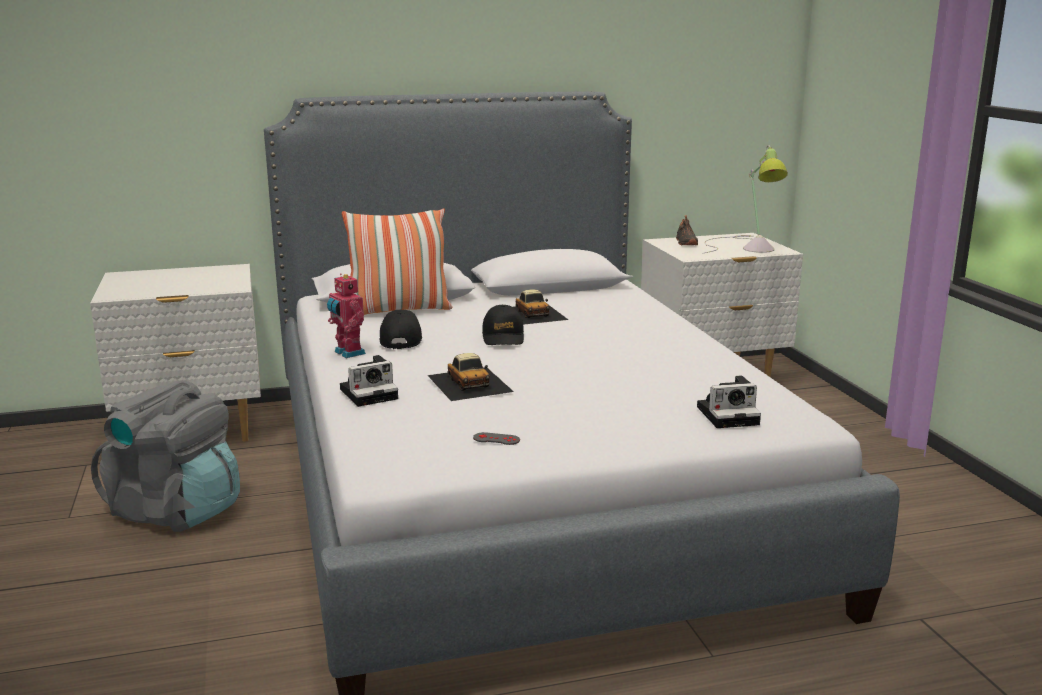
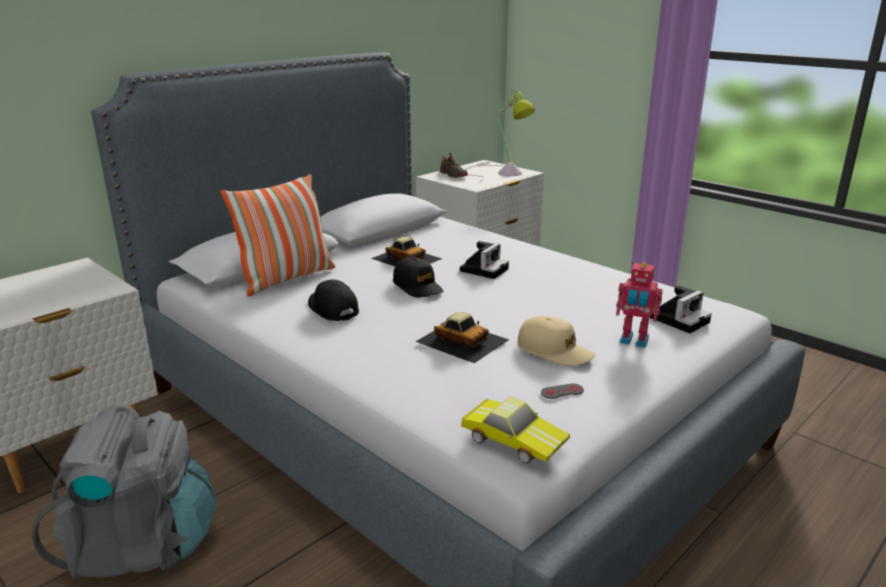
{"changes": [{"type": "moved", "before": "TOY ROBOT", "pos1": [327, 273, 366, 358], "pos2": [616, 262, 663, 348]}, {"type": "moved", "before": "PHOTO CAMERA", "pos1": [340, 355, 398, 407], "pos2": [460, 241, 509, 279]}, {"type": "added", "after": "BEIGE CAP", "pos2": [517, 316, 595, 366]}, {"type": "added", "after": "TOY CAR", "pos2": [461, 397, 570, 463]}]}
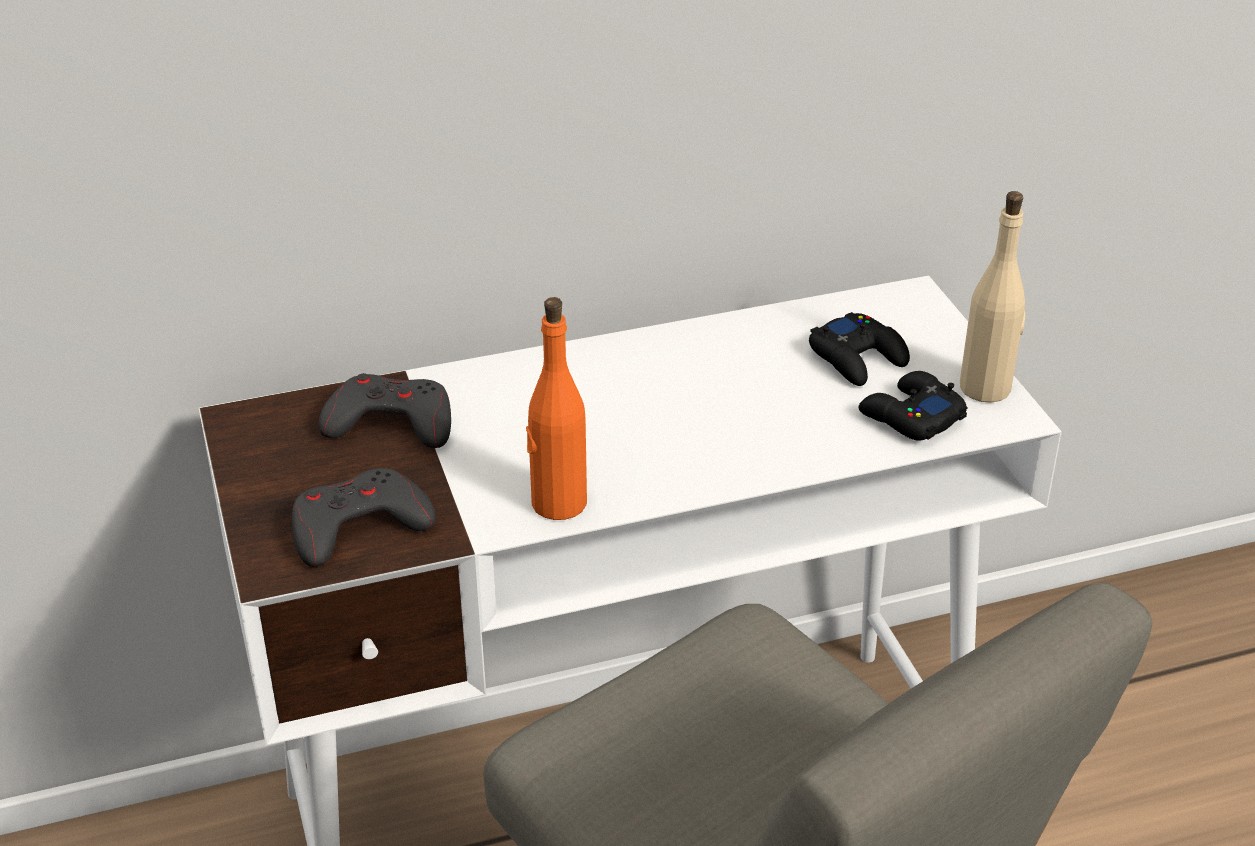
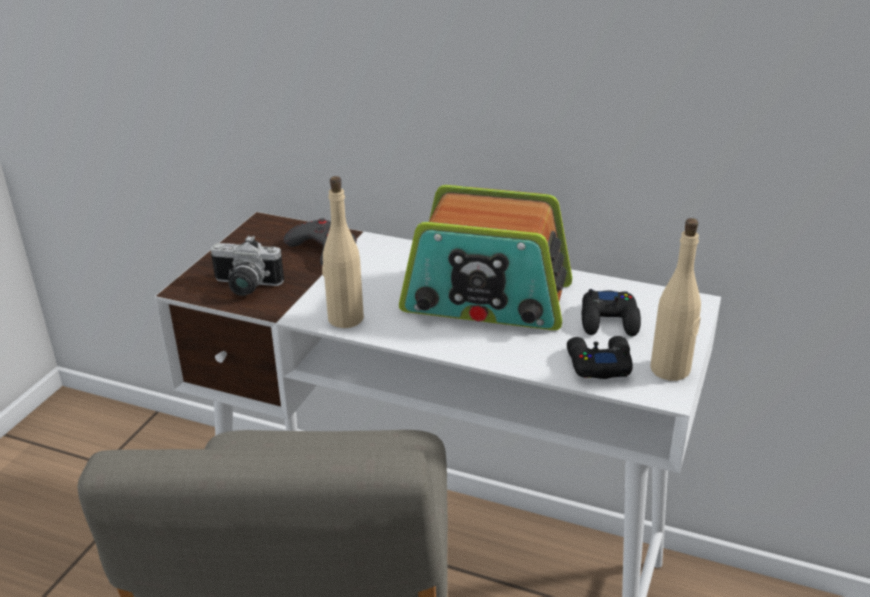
{"changes": [{"type": "recoloured", "before": "ORANGE BOTTLE", "after": "BEIGE BOTTLE", "pos1": [526, 297, 587, 520], "pos2": [322, 176, 364, 328]}, {"type": "replaced", "before": "GREY GAME CONTROLLER", "after": "PHOTO CAMERA", "pos1": [292, 468, 436, 567], "pos2": [211, 235, 284, 296]}, {"type": "added", "after": "RADIO", "pos2": [399, 185, 572, 330]}]}
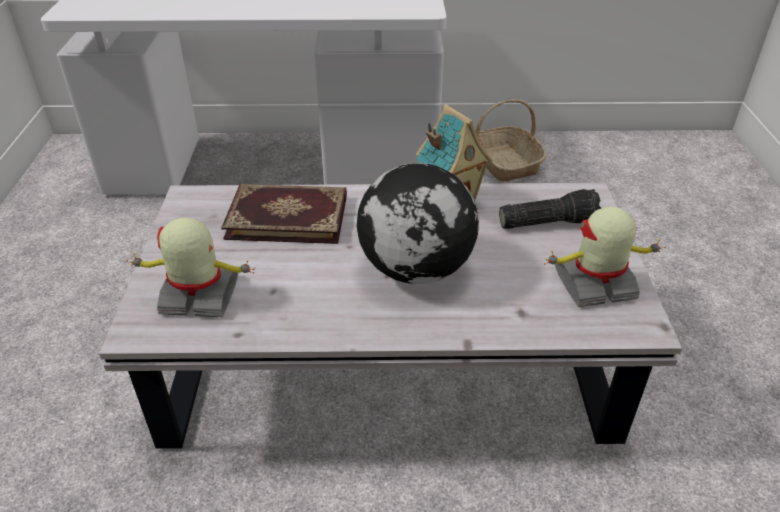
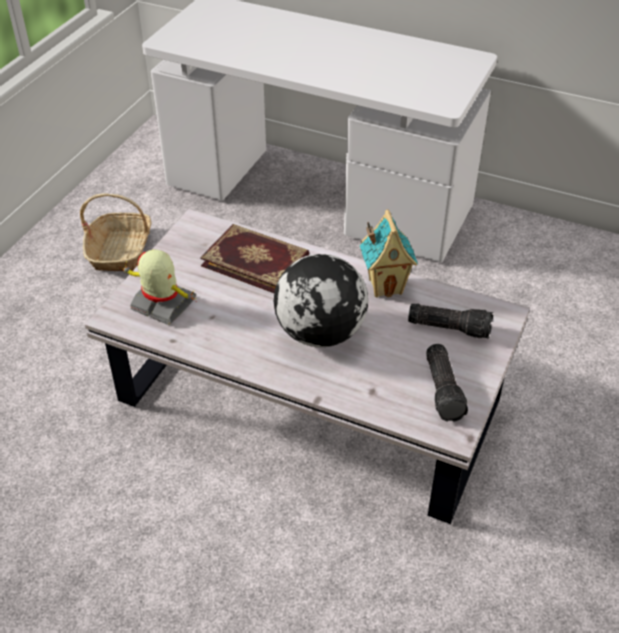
{"changes": [{"type": "moved", "before": "BASKET", "pos1": [476, 99, 547, 182], "pos2": [80, 194, 152, 271]}, {"type": "replaced", "before": "TOY ROBOT", "after": "FLASHLIGHT", "pos1": [543, 207, 666, 307], "pos2": [427, 344, 468, 422]}]}
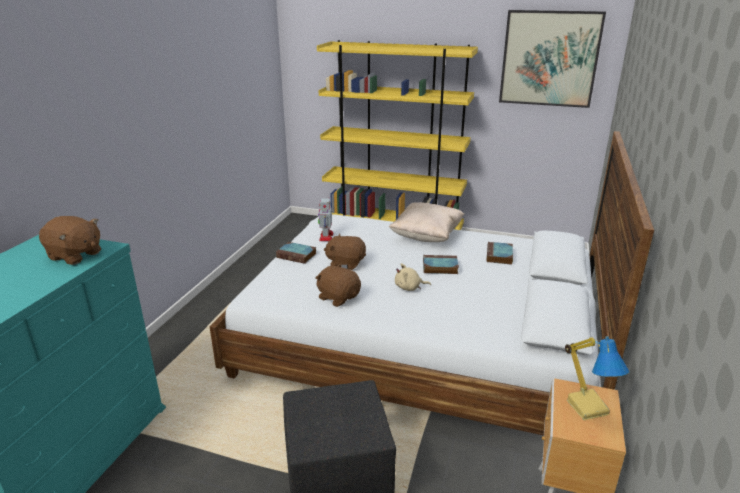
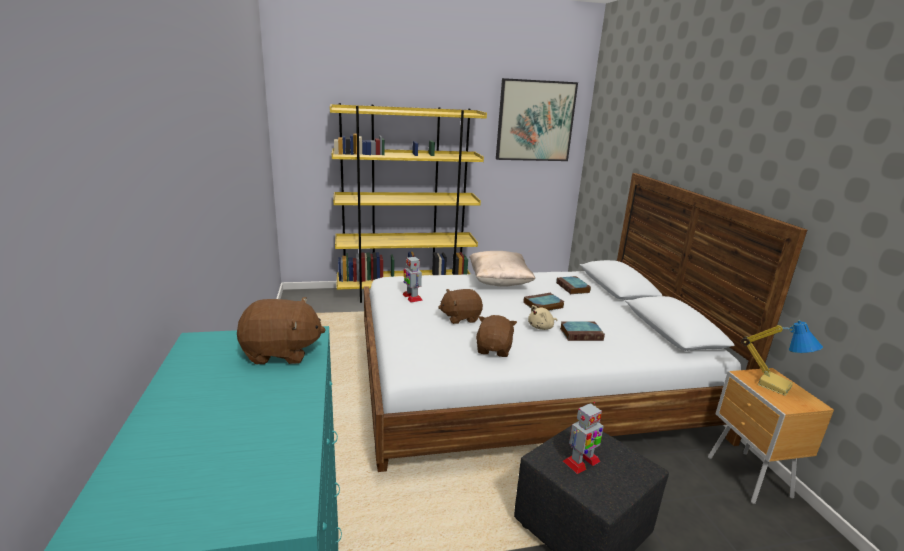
{"changes": [{"type": "moved", "before": "BOOK", "pos1": [276, 242, 317, 264], "pos2": [560, 321, 605, 341]}, {"type": "turned", "before": "BROWN PLUSH TOY", "pos1": [315, 264, 361, 307], "pos2": [476, 315, 517, 357], "turn": 90}, {"type": "added", "after": "TOY ROBOT", "pos2": [563, 402, 604, 474]}]}
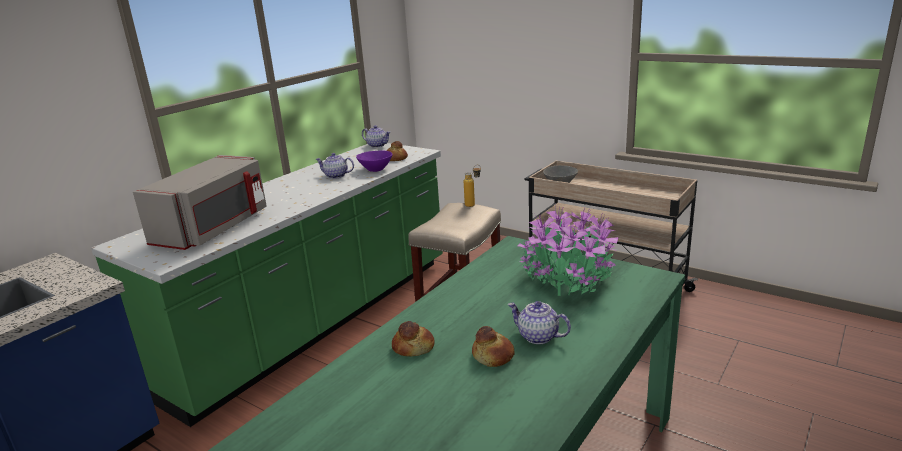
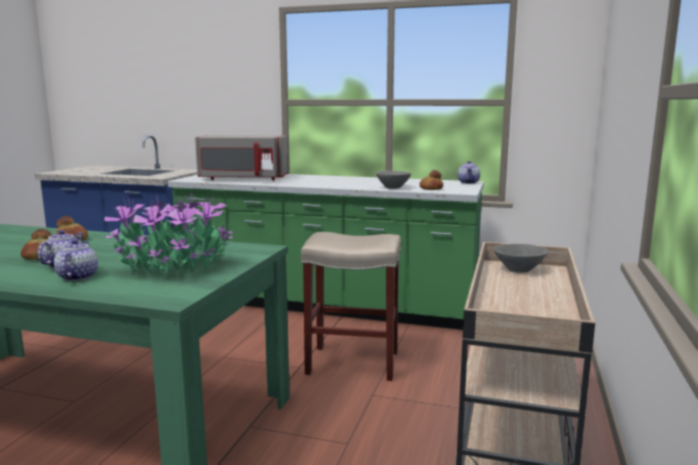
{"changes": [{"type": "recoloured", "before": "PURPLE BOWL", "after": "GREY BOWL", "pos1": [356, 150, 392, 172], "pos2": [376, 171, 411, 189]}, {"type": "moved", "before": "TEAPOT", "pos1": [315, 153, 354, 179], "pos2": [54, 239, 98, 281]}, {"type": "removed", "before": "BOTTLE", "pos1": [464, 165, 481, 207]}]}
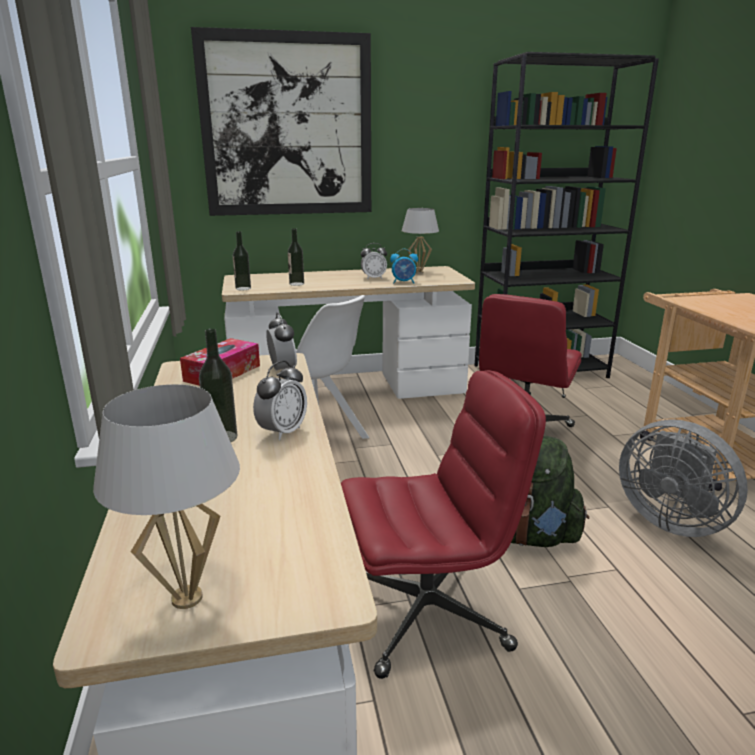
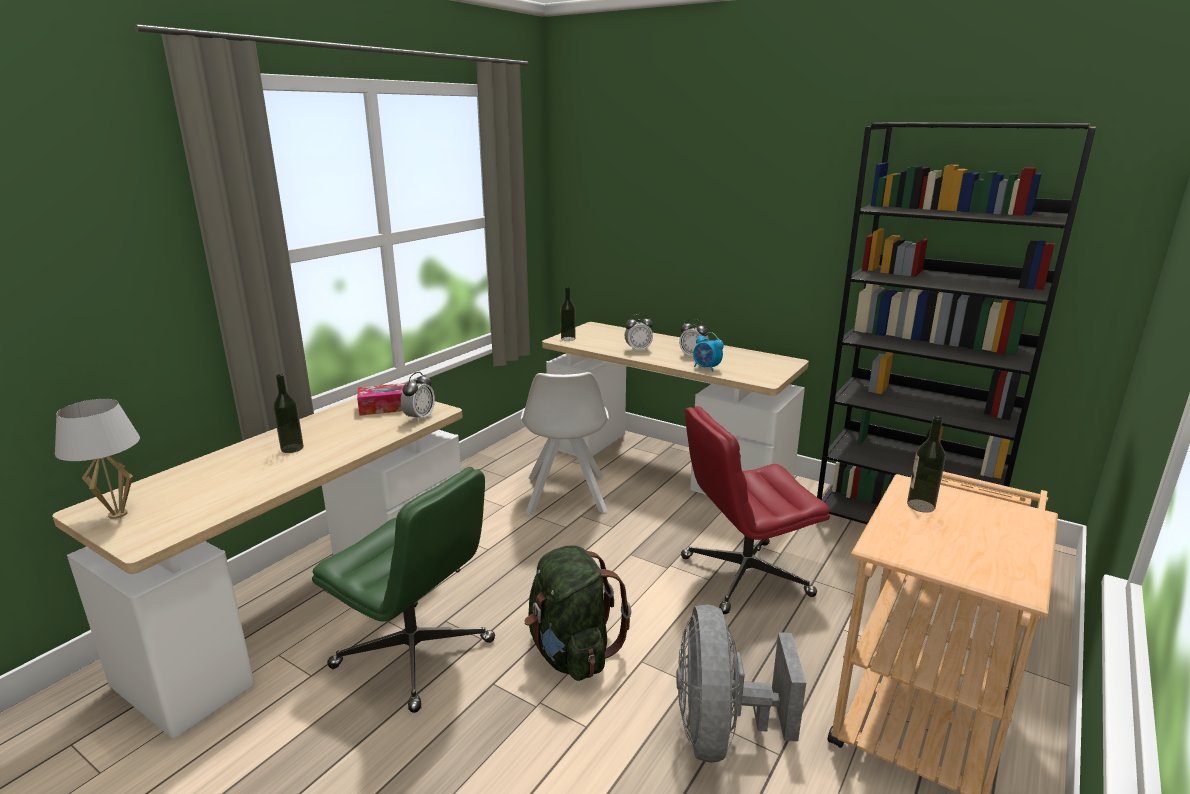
{"changes": [{"type": "removed", "before": "PICTURE", "pos1": [191, 27, 371, 216]}, {"type": "removed", "before": "WHITE TABLE LAMP", "pos1": [402, 208, 439, 274]}, {"type": "moved", "before": "BOTTLE", "pos1": [288, 228, 304, 286], "pos2": [907, 416, 946, 513]}, {"type": "moved", "before": "ALARM CLOCK", "pos1": [253, 361, 307, 440], "pos2": [624, 314, 653, 352]}, {"type": "recoloured", "before": "RED OFFICE CHAIR", "after": "GREEN OFFICE CHAIR", "pos1": [341, 370, 546, 679], "pos2": [312, 467, 495, 713]}]}
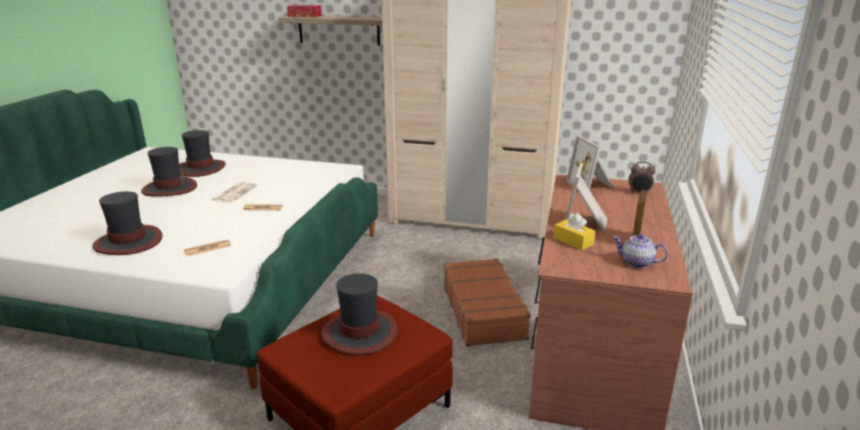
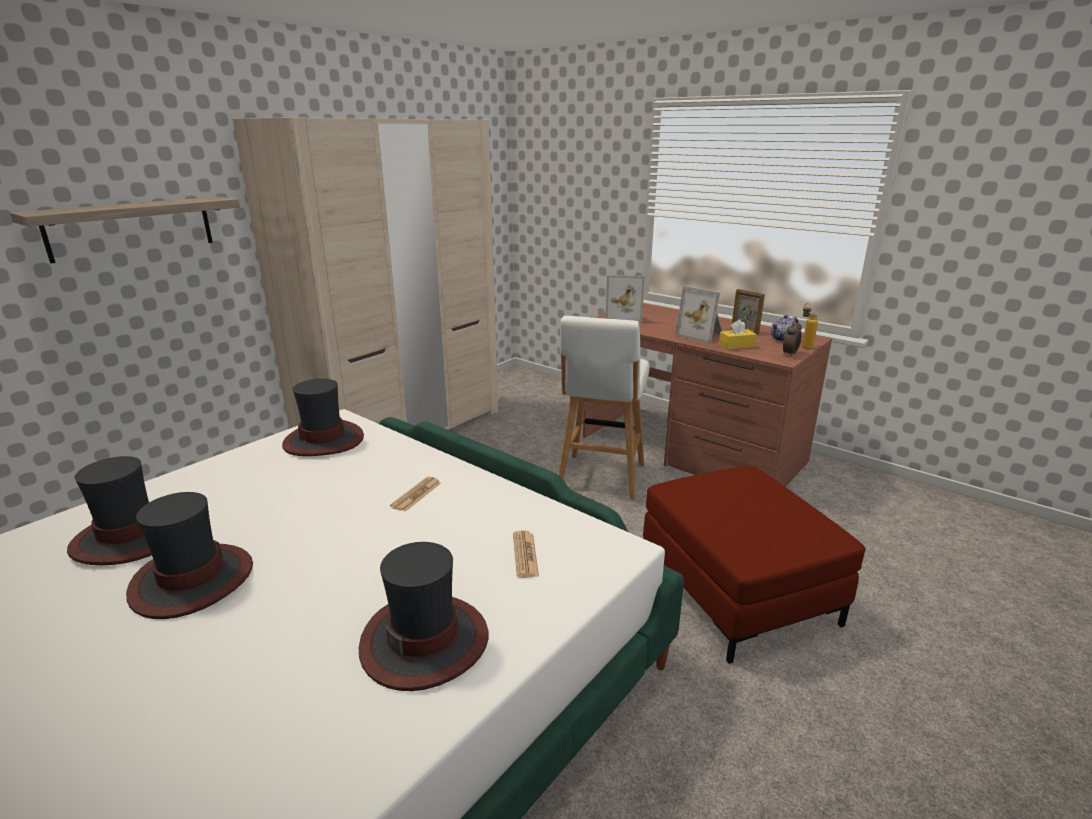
{"changes": [{"type": "removed", "before": "TISSUE BOX", "pos1": [287, 5, 322, 17]}, {"type": "moved", "before": "ALARM CLOCK", "pos1": [629, 162, 655, 193], "pos2": [783, 319, 802, 357]}, {"type": "removed", "before": "NEWSPAPER", "pos1": [212, 182, 258, 203]}, {"type": "replaced", "before": "BROWN SUITCASE", "after": "WHITE STOOL", "pos1": [444, 258, 531, 347], "pos2": [559, 316, 650, 500]}, {"type": "moved", "before": "HAT", "pos1": [321, 273, 398, 356], "pos2": [282, 379, 364, 456]}, {"type": "added", "after": "BOTTLE", "pos2": [802, 303, 818, 349]}]}
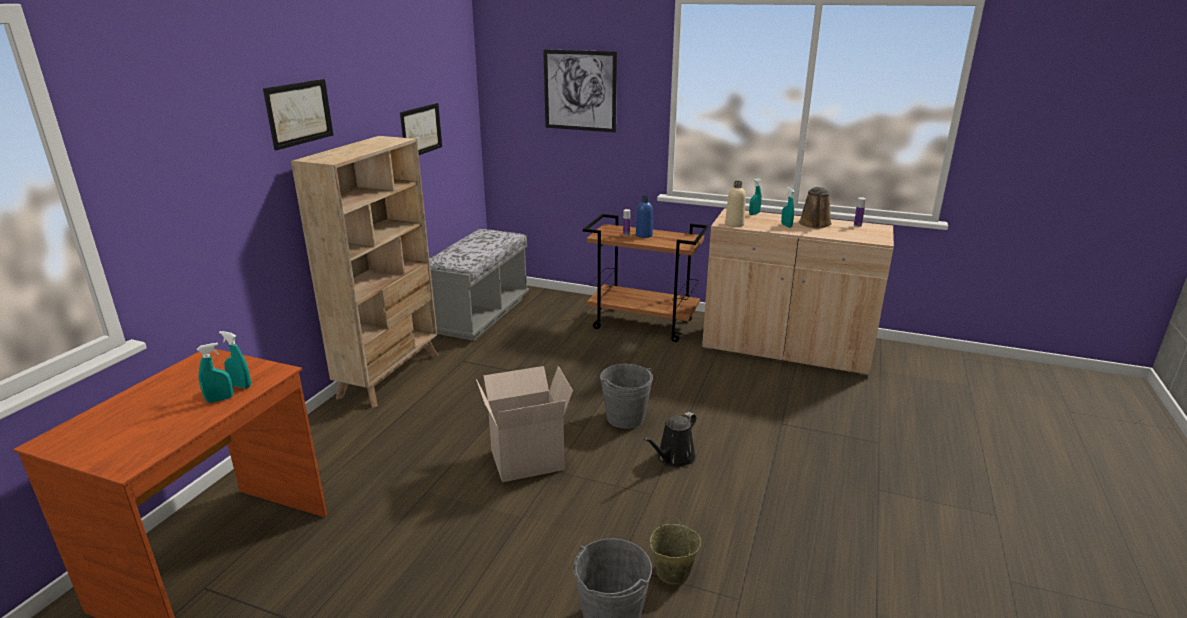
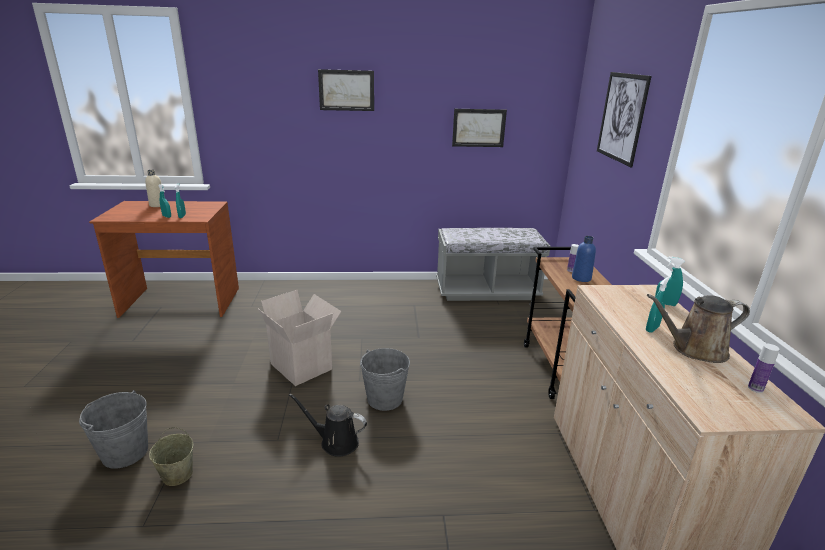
{"changes": [{"type": "removed", "before": "BEIGE BOOKCASE", "pos1": [291, 136, 438, 408]}, {"type": "moved", "before": "BEIGE BOTTLE", "pos1": [725, 181, 746, 227], "pos2": [145, 170, 162, 207]}]}
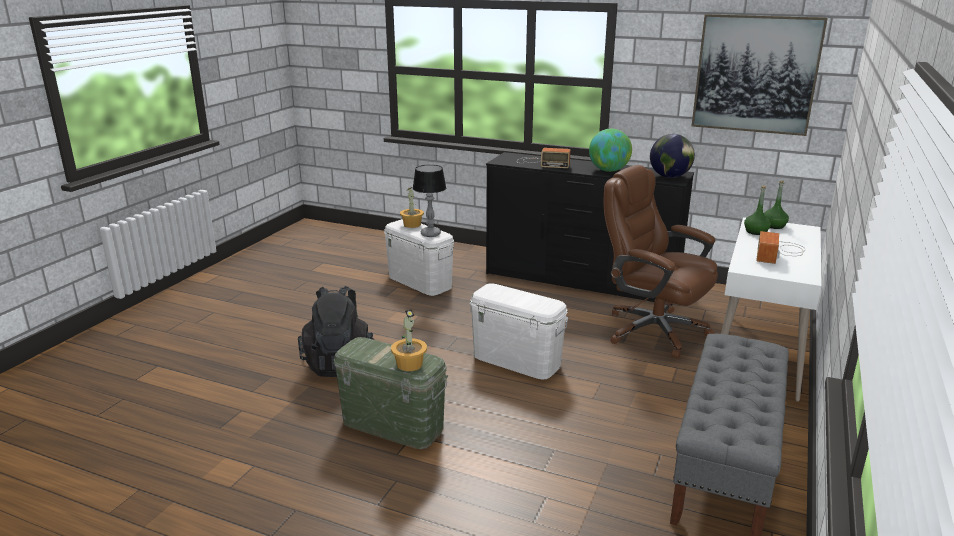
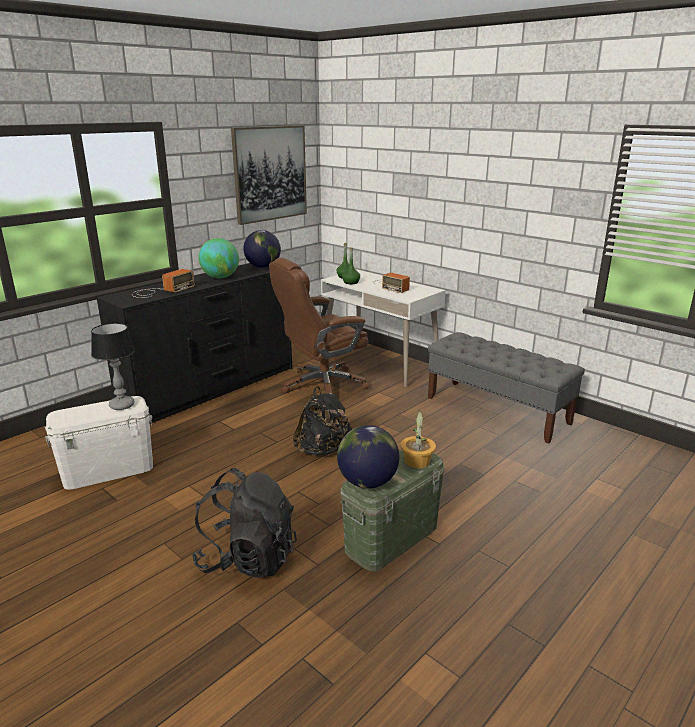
{"changes": [{"type": "removed", "before": "POTTED PLANT", "pos1": [400, 187, 424, 228]}, {"type": "replaced", "before": "WHITE STORAGE BOX", "after": "BLACK BACKPACK", "pos1": [469, 283, 569, 380], "pos2": [293, 386, 352, 456]}, {"type": "added", "after": "GLOBE", "pos2": [337, 425, 399, 489]}]}
